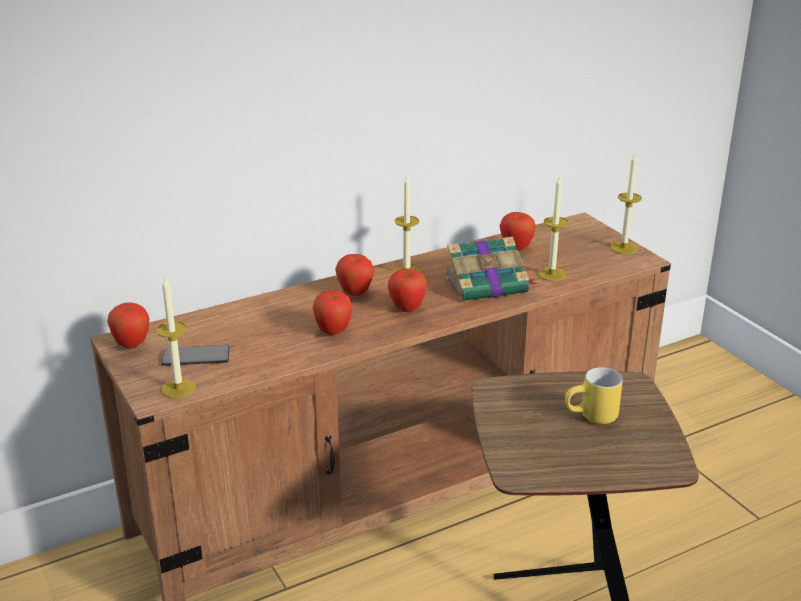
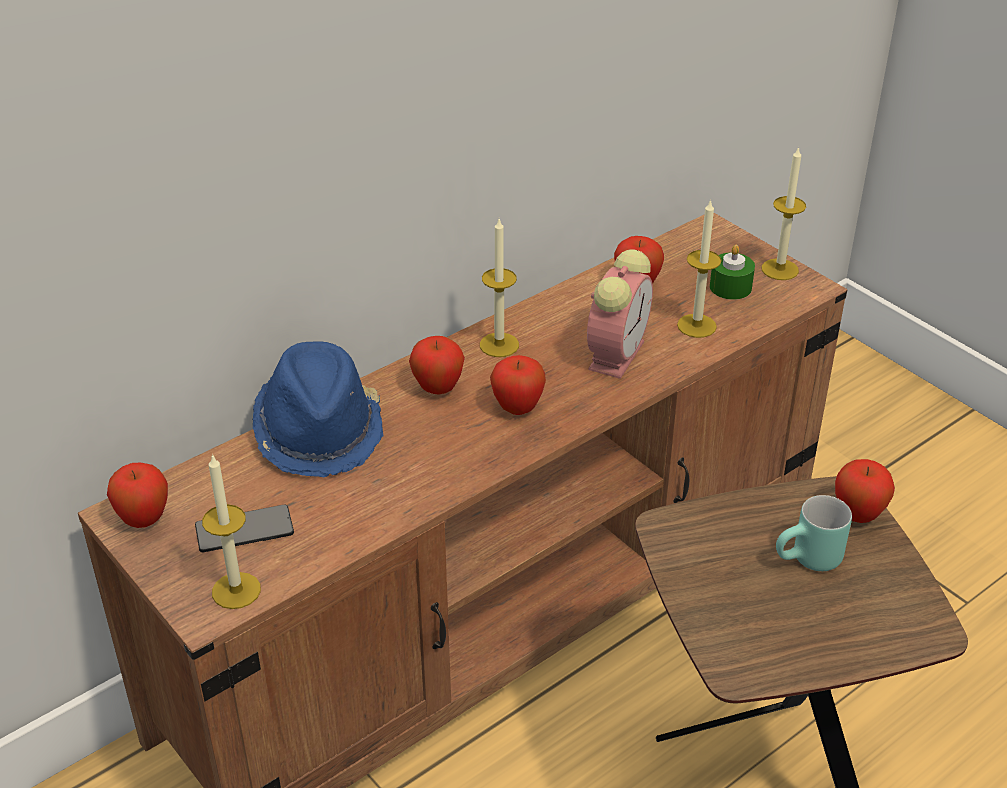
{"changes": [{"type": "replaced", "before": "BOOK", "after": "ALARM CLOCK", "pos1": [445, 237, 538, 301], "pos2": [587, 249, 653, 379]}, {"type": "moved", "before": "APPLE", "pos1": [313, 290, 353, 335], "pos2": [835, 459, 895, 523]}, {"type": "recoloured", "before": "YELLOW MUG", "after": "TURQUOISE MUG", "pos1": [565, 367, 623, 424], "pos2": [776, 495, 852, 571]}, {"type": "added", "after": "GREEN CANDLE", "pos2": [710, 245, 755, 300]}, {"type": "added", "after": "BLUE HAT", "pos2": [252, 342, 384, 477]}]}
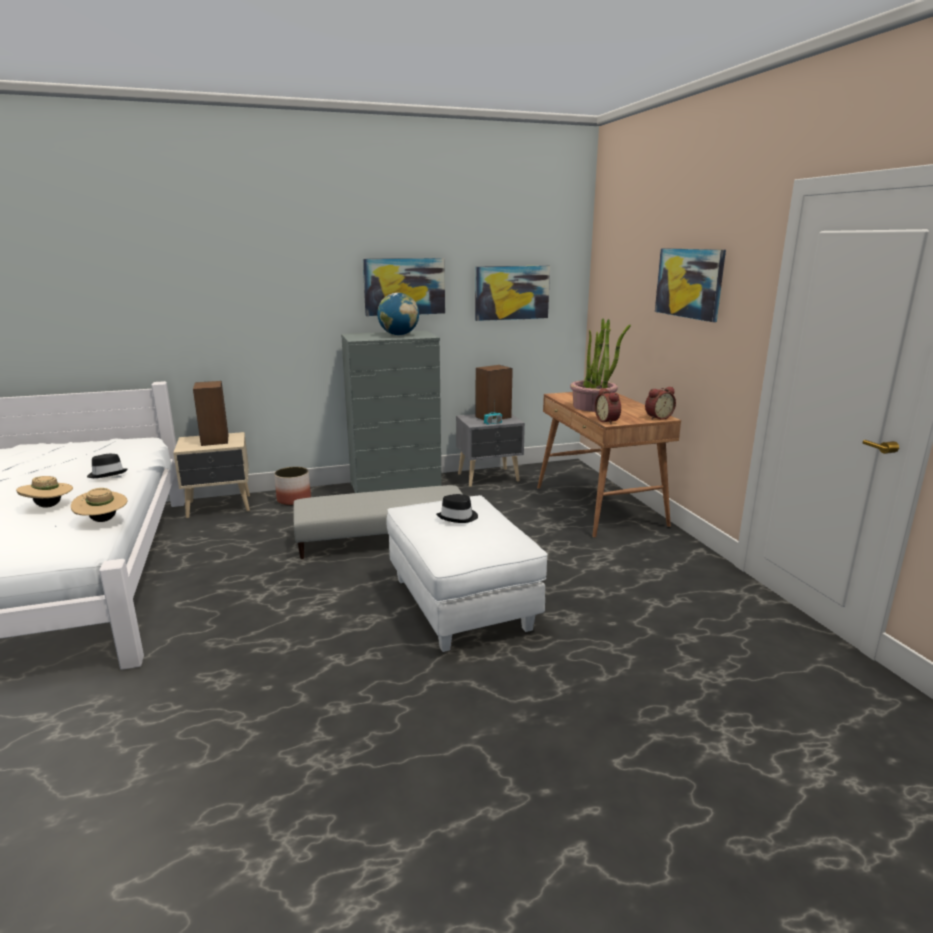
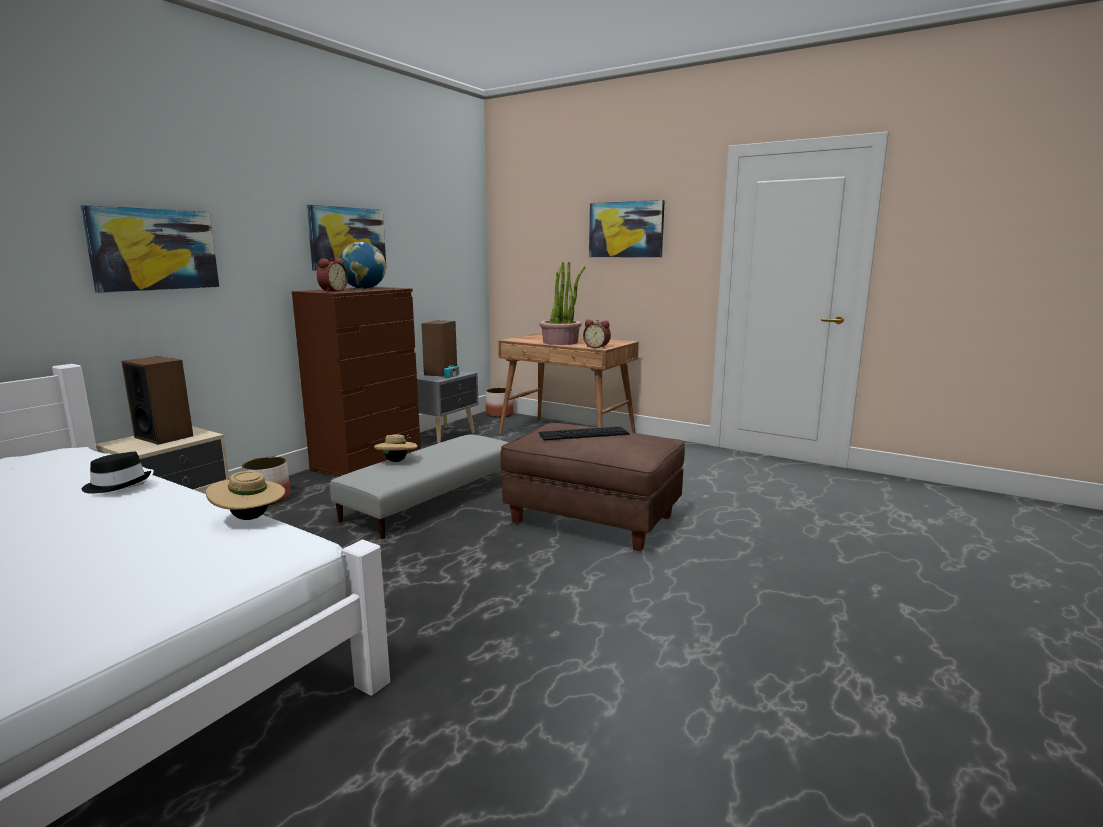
{"changes": [{"type": "moved", "before": "PICTURE", "pos1": [475, 266, 550, 321], "pos2": [80, 205, 219, 293]}, {"type": "recoloured", "before": "GREY DRESSER", "after": "BROWN DRESSER", "pos1": [341, 331, 442, 493], "pos2": [292, 287, 421, 476]}, {"type": "moved", "before": "ALARM CLOCK", "pos1": [645, 387, 676, 420], "pos2": [317, 258, 348, 292]}, {"type": "moved", "before": "BEIGE HAT", "pos1": [16, 476, 73, 508], "pos2": [374, 434, 417, 462]}, {"type": "replaced", "before": "BLACK HAT", "after": "KEYBOARD", "pos1": [436, 494, 478, 523], "pos2": [539, 426, 630, 440]}, {"type": "recoloured", "before": "WHITE OTTOMAN", "after": "BROWN OTTOMAN", "pos1": [386, 495, 548, 652], "pos2": [500, 422, 685, 551]}, {"type": "added", "after": "PLANTER", "pos2": [486, 388, 514, 418]}]}
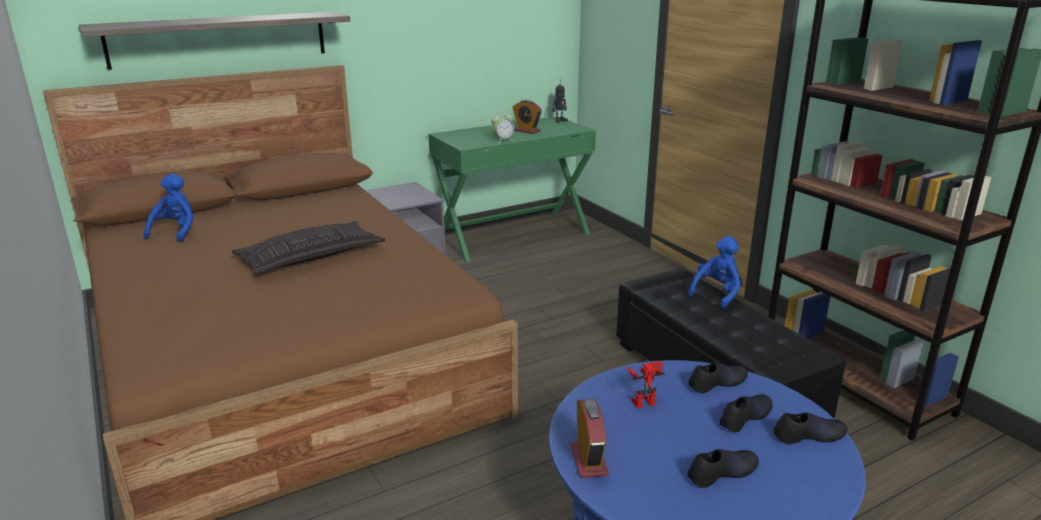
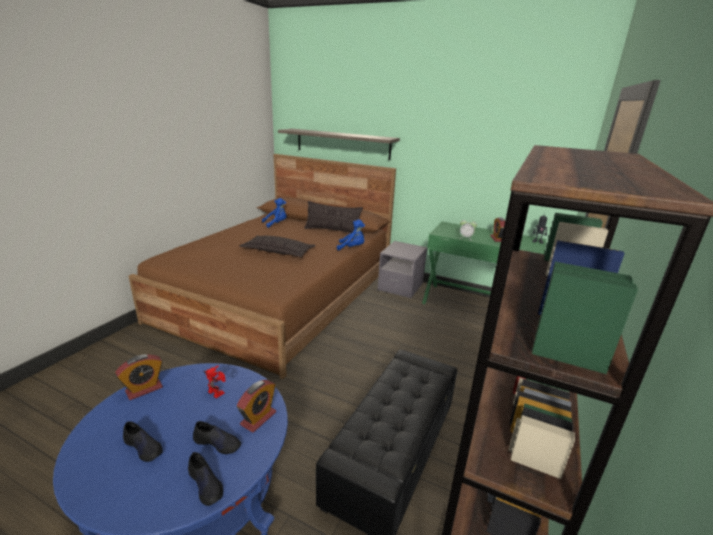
{"changes": [{"type": "moved", "before": "BLUE PLUSH TOY", "pos1": [688, 236, 741, 309], "pos2": [337, 219, 365, 251]}, {"type": "replaced", "before": "BLACK SHOE", "after": "ALARM CLOCK", "pos1": [688, 363, 748, 393], "pos2": [237, 380, 276, 432]}, {"type": "added", "after": "PILLOW", "pos2": [304, 201, 363, 233]}]}
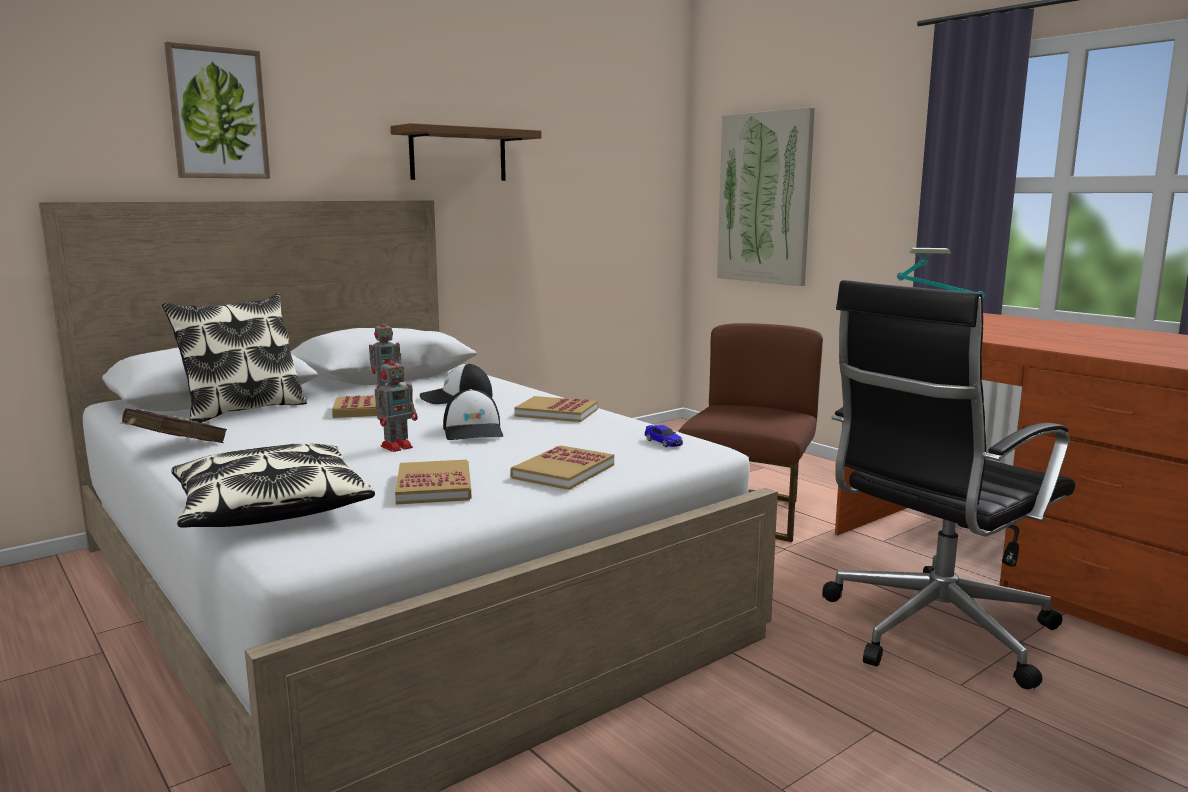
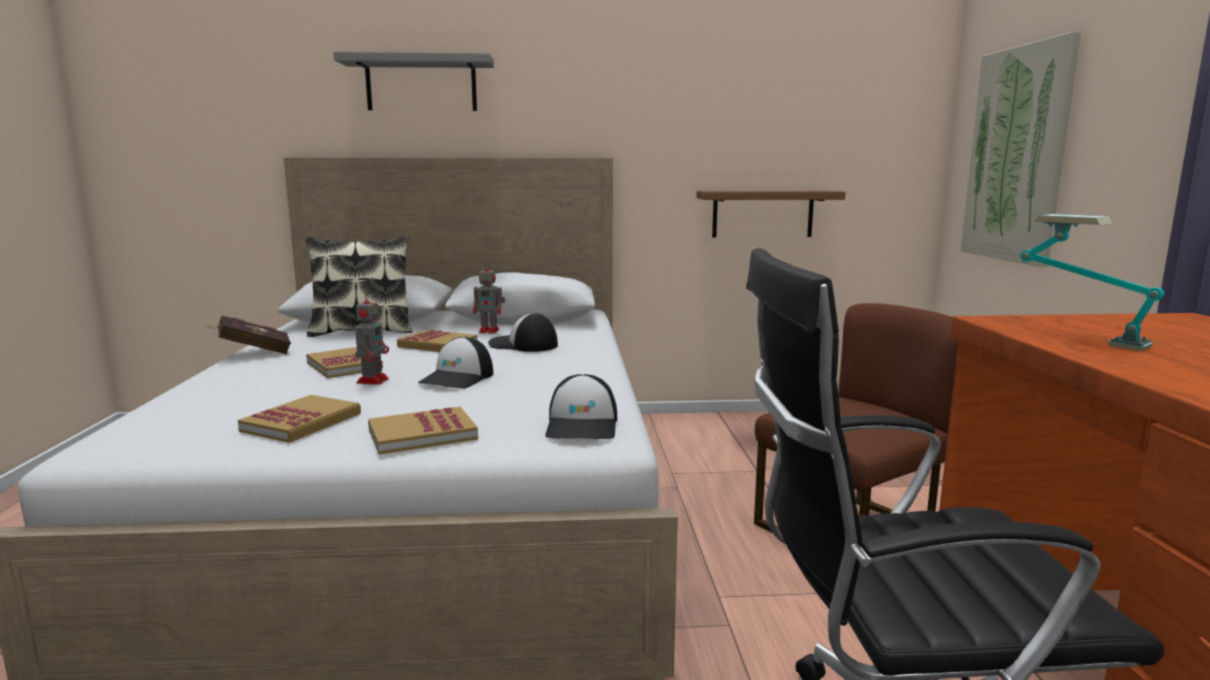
{"changes": [{"type": "replaced", "before": "PICTURE", "after": "GREY SHELF", "pos1": [164, 42, 270, 179], "pos2": [333, 52, 494, 111]}, {"type": "moved", "before": "BROWN SHELF", "pos1": [391, 123, 542, 181], "pos2": [696, 191, 846, 238]}, {"type": "turned", "before": "TOY ROBOT", "pos1": [375, 353, 418, 452], "pos2": [355, 292, 389, 385], "turn": -75}, {"type": "moved", "before": "BOOK", "pos1": [514, 396, 598, 422], "pos2": [306, 347, 383, 378]}, {"type": "replaced", "before": "TOY CAR", "after": "CAP", "pos1": [645, 425, 683, 447], "pos2": [545, 374, 617, 439]}, {"type": "removed", "before": "PILLOW", "pos1": [171, 443, 375, 528]}]}
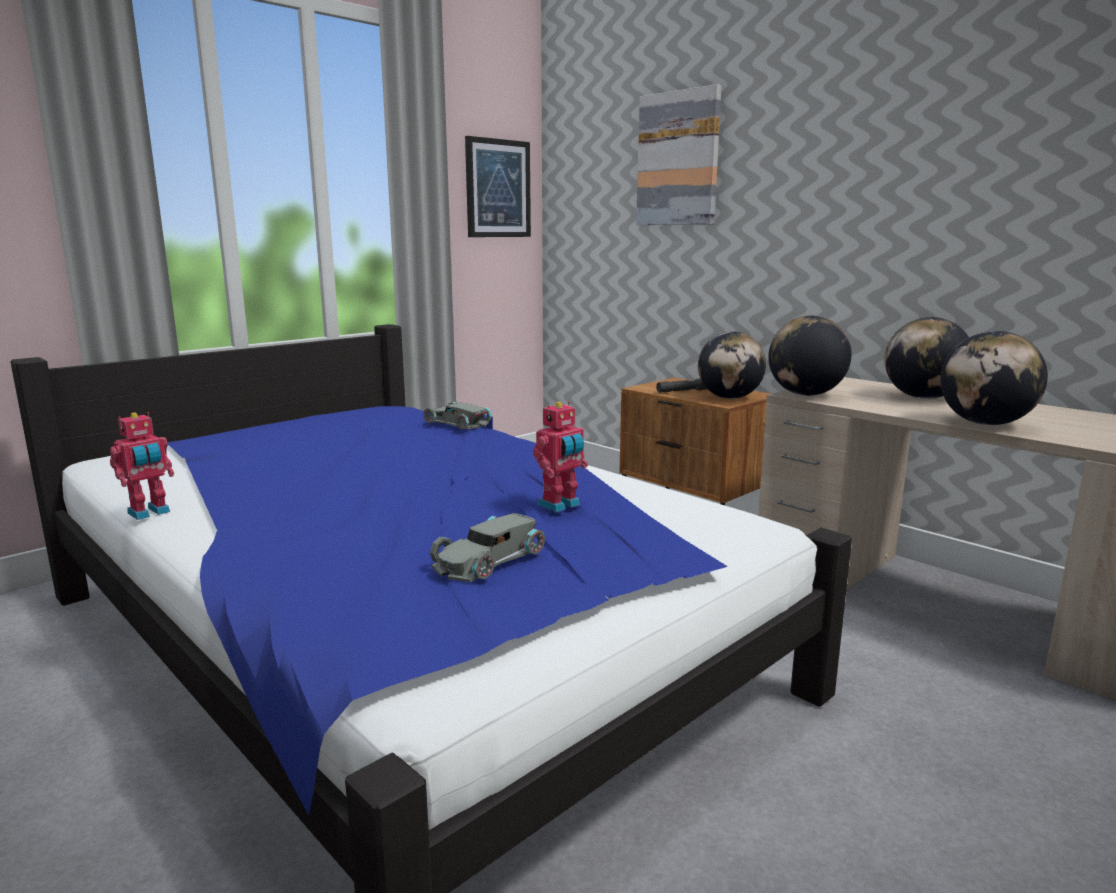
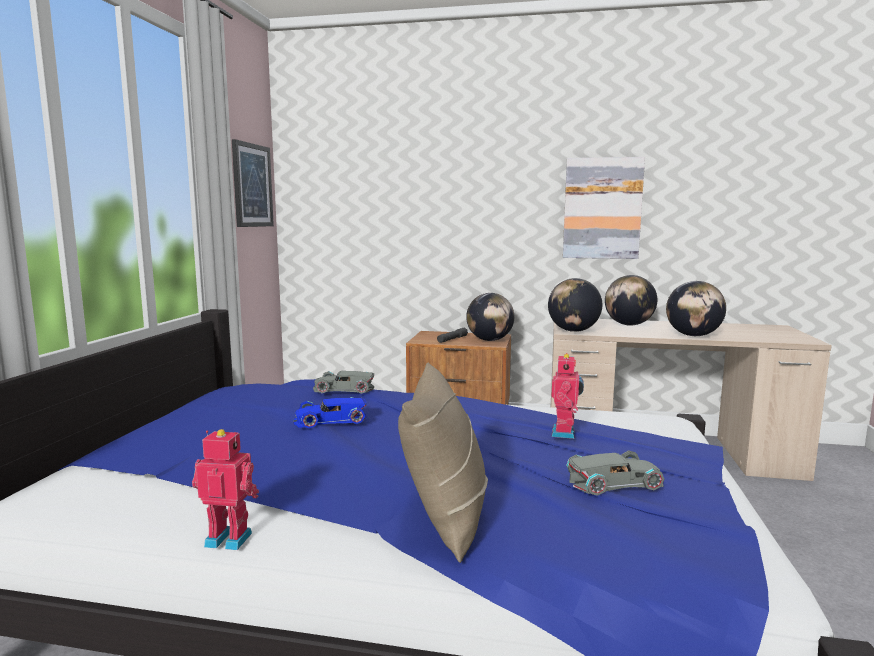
{"changes": [{"type": "moved", "before": "PICTURE", "pos1": [636, 84, 722, 225], "pos2": [563, 157, 645, 259]}, {"type": "turned", "before": "TOY ROBOT", "pos1": [110, 412, 174, 520], "pos2": [192, 429, 259, 550], "turn": -90}, {"type": "turned", "before": "GREY TOY CAR", "pos1": [430, 513, 545, 582], "pos2": [566, 450, 664, 496], "turn": -105}, {"type": "added", "after": "BEIGE PILLOW", "pos2": [398, 363, 488, 563]}, {"type": "added", "after": "BLUE TOY CAR", "pos2": [293, 397, 367, 429]}]}
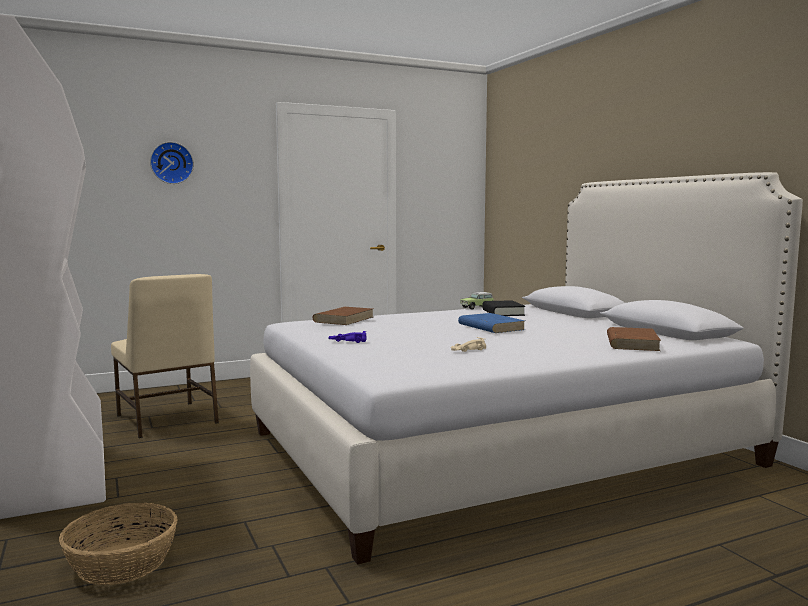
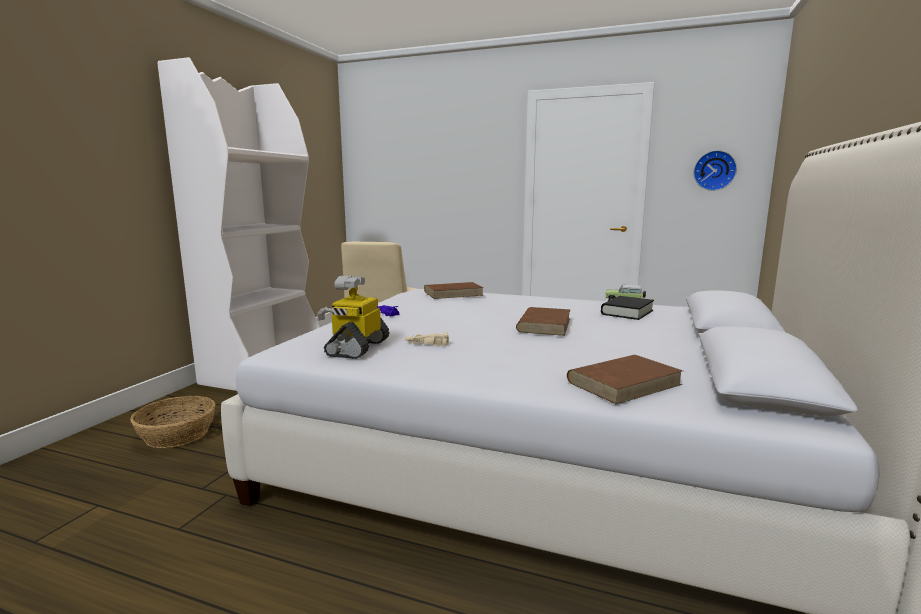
{"changes": [{"type": "moved", "before": "WALL CLOCK", "pos1": [150, 142, 194, 184], "pos2": [693, 150, 737, 191]}, {"type": "recoloured", "before": "BLUE BOOK", "after": "BROWN BOOK", "pos1": [458, 313, 525, 333], "pos2": [516, 307, 570, 336]}, {"type": "added", "after": "TOY ROBOT", "pos2": [317, 276, 390, 359]}]}
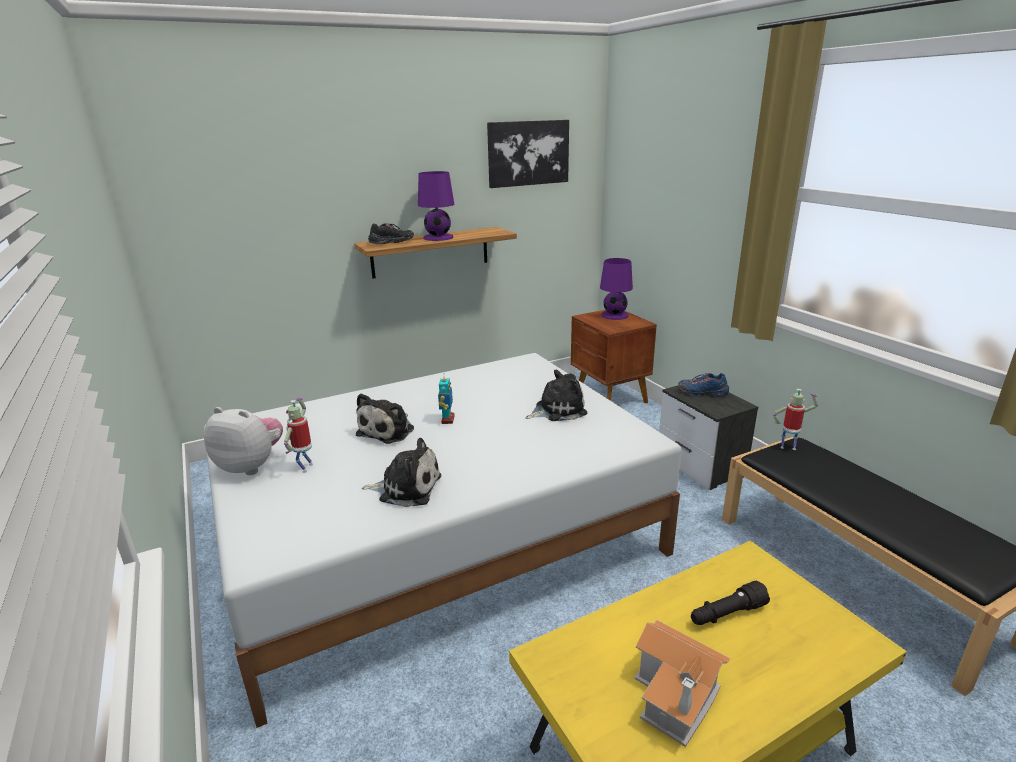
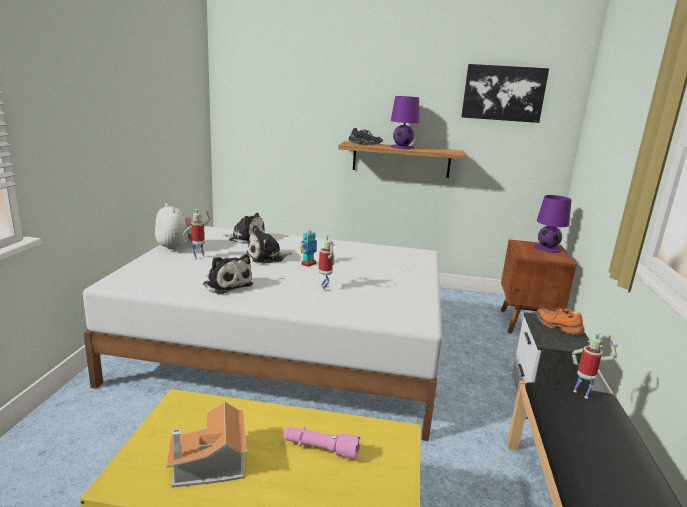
{"changes": [{"type": "moved", "before": "PLUSH TOY", "pos1": [526, 370, 587, 421], "pos2": [222, 213, 265, 244]}, {"type": "recoloured", "before": "BLUE SHOE", "after": "ORANGE SHOE", "pos1": [678, 373, 729, 397], "pos2": [536, 308, 584, 335]}, {"type": "recoloured", "before": "BLACK FLASHLIGHT", "after": "PINK FLASHLIGHT", "pos1": [691, 580, 770, 625], "pos2": [283, 427, 360, 460]}, {"type": "added", "after": "TOY ROBOT", "pos2": [319, 235, 335, 291]}]}
